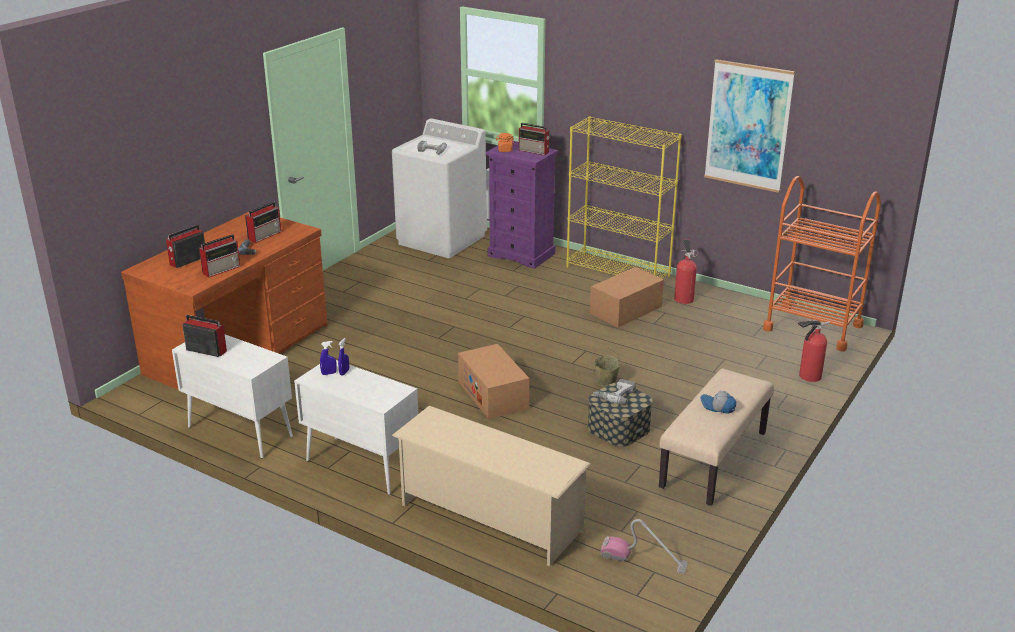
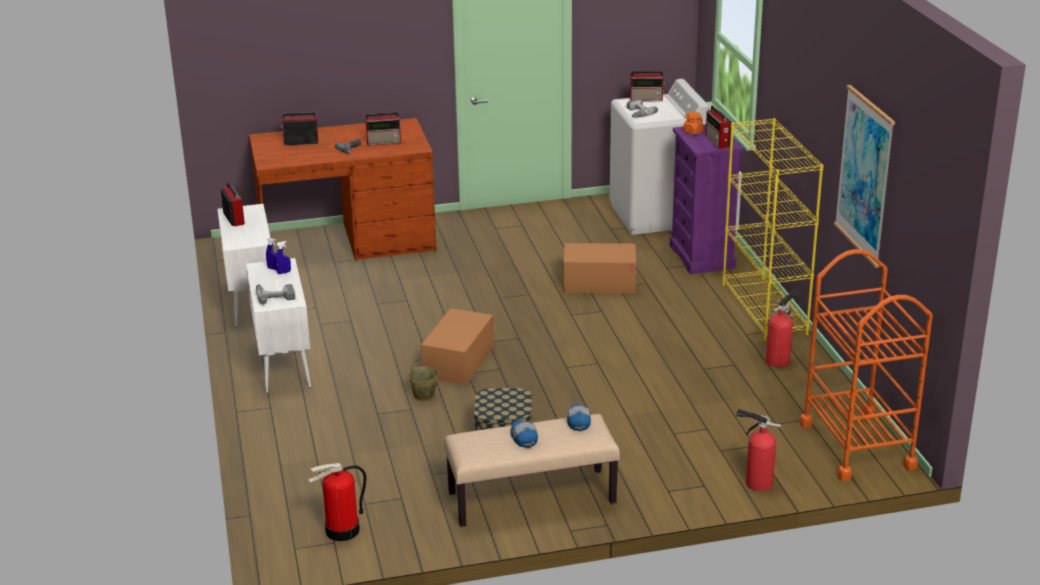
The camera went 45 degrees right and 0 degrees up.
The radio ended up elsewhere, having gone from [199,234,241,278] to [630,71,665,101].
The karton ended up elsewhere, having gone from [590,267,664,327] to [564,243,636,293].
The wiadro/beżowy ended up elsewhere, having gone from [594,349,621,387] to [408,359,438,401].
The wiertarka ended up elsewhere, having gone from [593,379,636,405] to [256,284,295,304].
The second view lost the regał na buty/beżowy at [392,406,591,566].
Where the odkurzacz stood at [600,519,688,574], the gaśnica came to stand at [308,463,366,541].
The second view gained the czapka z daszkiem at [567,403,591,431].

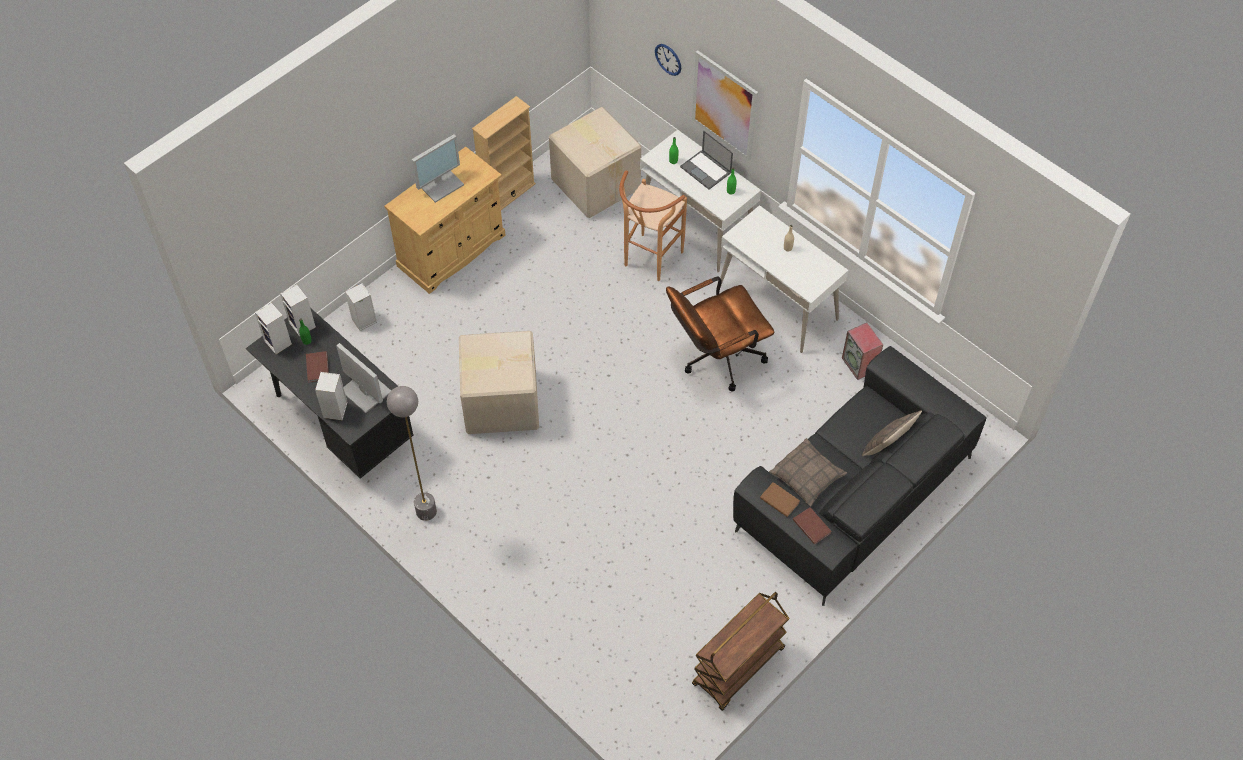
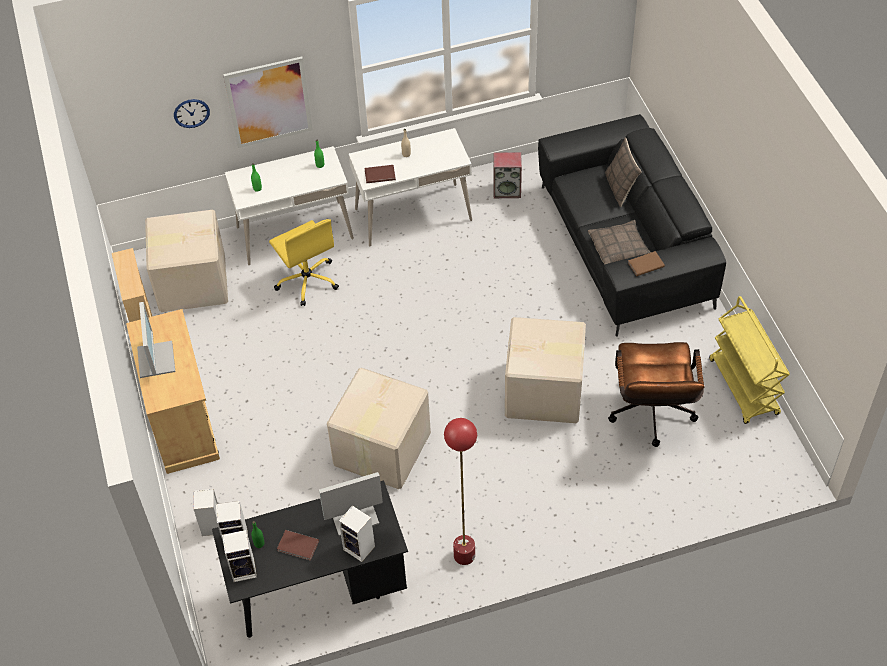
The camera went 60 degrees left and 5 degrees down.
The second view lost the laptop at [680,131,733,189].
Where the stołek/brązowy stood at [619,170,687,281], the krzesło biurowe/żółty came to stand at [269,219,339,306].
The krzesło biurowe/brązowy ended up elsewhere, having gone from [666,276,774,391] to [608,342,704,447].
What was the lampa stojąca/szary at [387,386,437,521] turned into the lampa stojąca/czerwony at [444,418,477,565].
The książka/brązowy ended up elsewhere, having gone from [793,507,832,544] to [364,165,396,183].
What was the wózek/brązowy at [692,592,790,711] turned into the wózek/żółty at [709,296,790,424].
The second view gained the karton at [505,317,586,423].

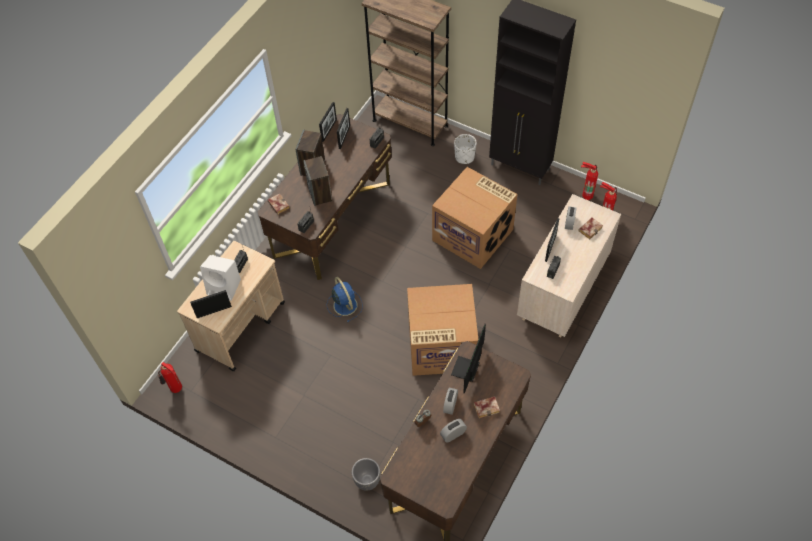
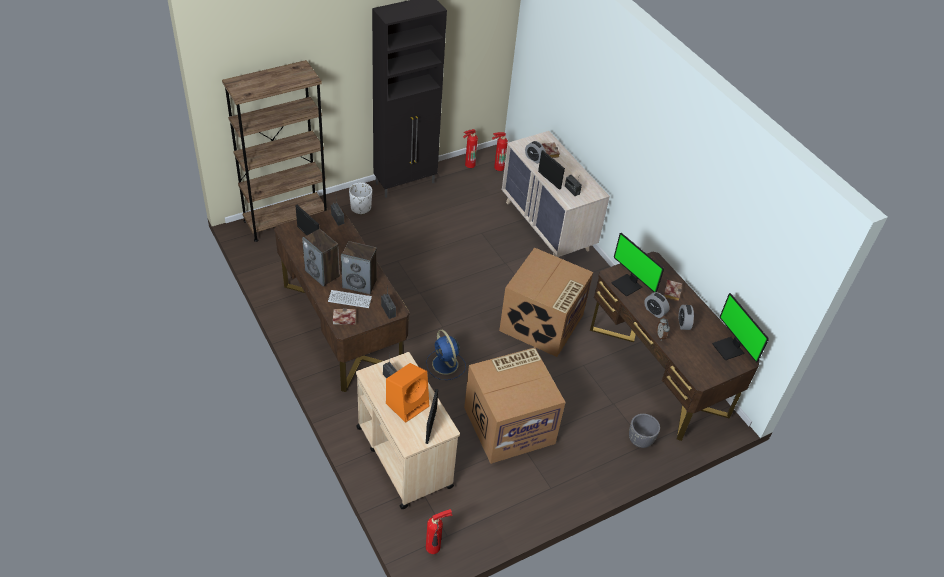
The camera went 65 degrees left and 10 degrees down.
The second view lost the ramka na zdjęcie at [319,102,337,142].
The karton ended up elsewhere, having gone from [432,167,517,269] to [464,347,566,464].
What was the głośnik/biały at [200,255,241,301] turned into the głośnik/pomarańczowy at [386,363,429,423].
The wentylator/niebieski at [327,277,363,322] ended up facing another way, 120 degrees counterclockwise from before.
The second view gained the klawiatura at [328,290,372,308].
The second view gained the monitor at [712,293,769,362].

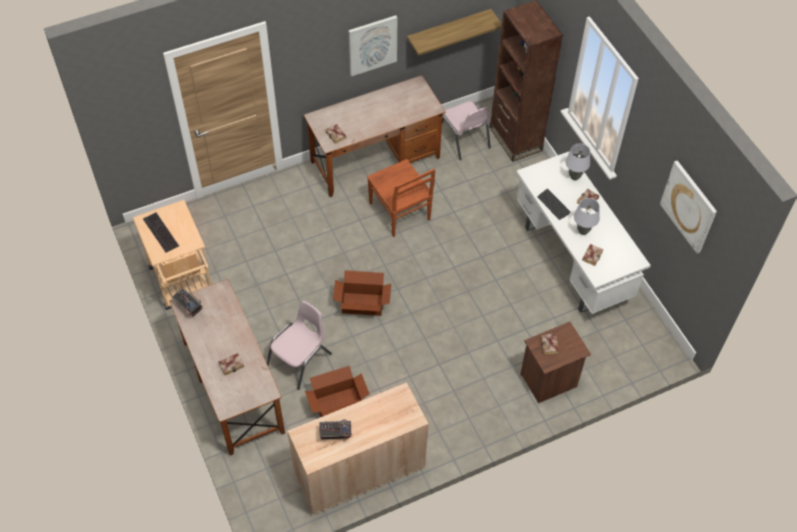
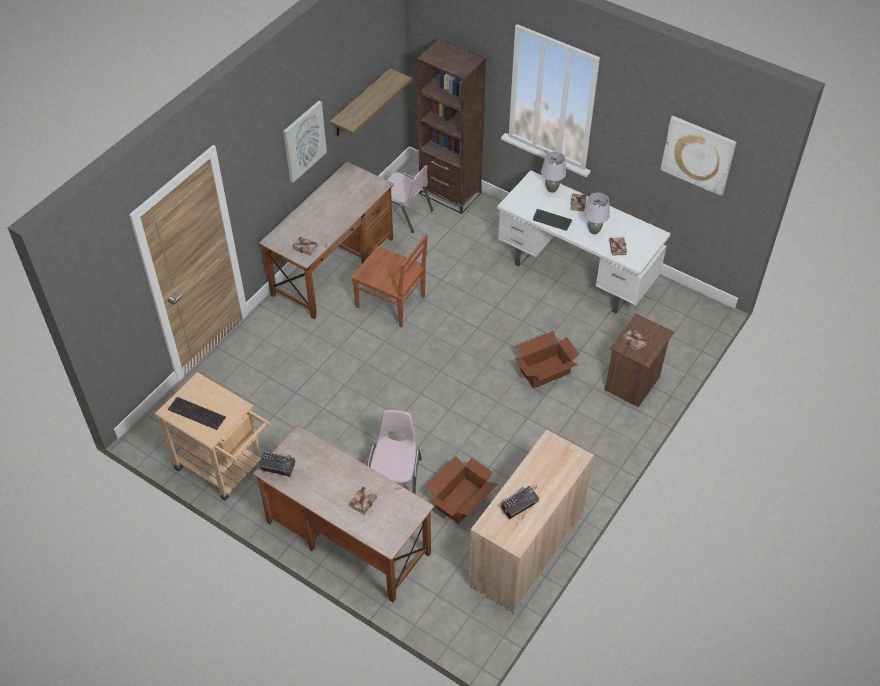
The camera went 30 degrees left and 5 degrees down.
The karton ended up elsewhere, having gone from [333,270,391,316] to [515,331,579,388].

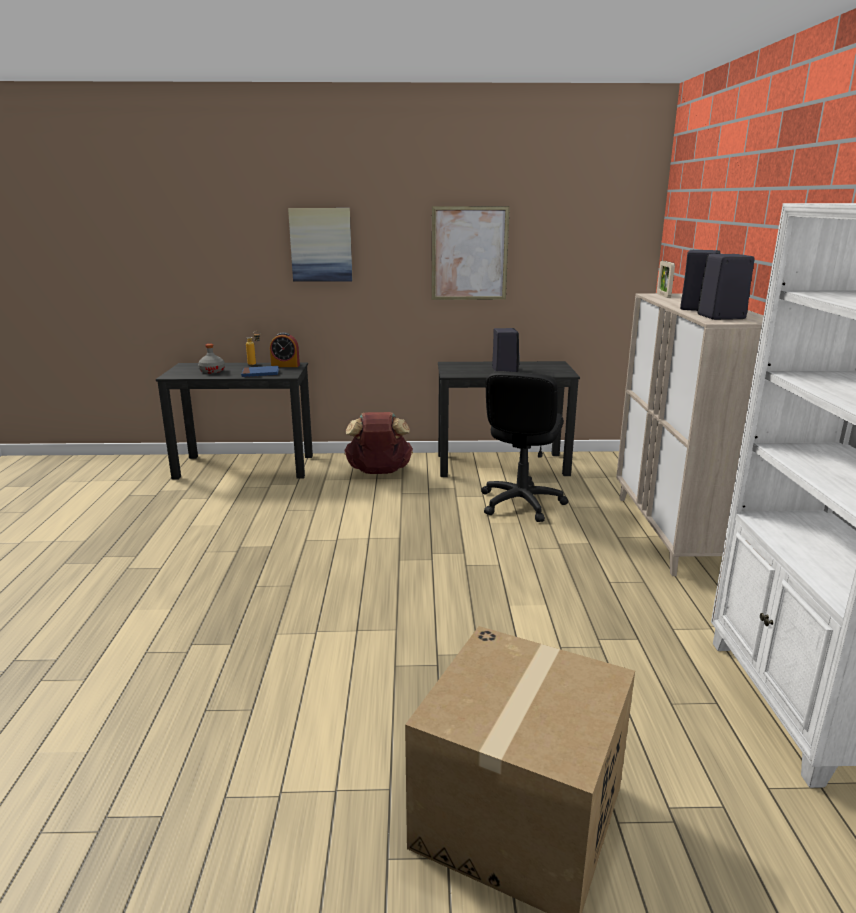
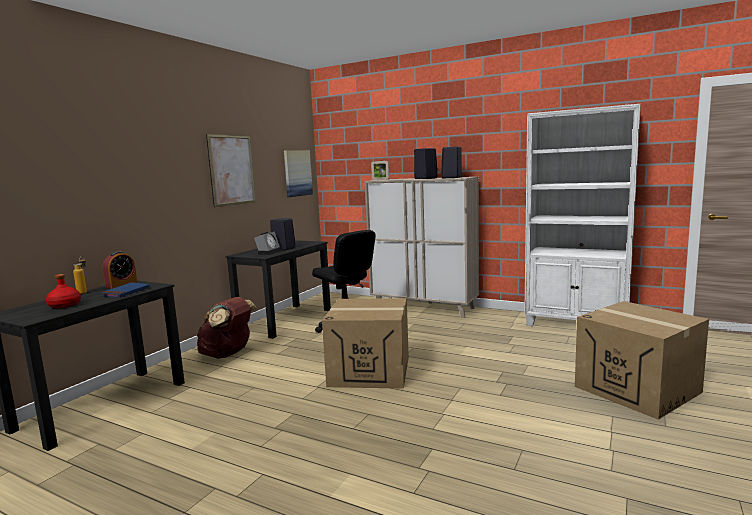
The camera went 60 degrees left and 10 degrees down.
The obraz ended up elsewhere, having gone from [288,208,353,282] to [284,150,313,197].
What was the butelka/szary at [198,344,225,374] turned into the butelka/czerwony at [46,274,81,309].
The second view gained the budzik at [254,231,281,255].
The second view gained the karton at [322,298,409,389].

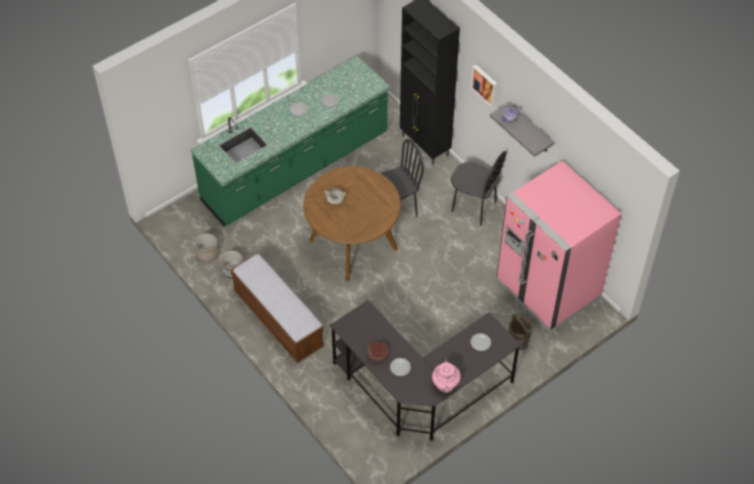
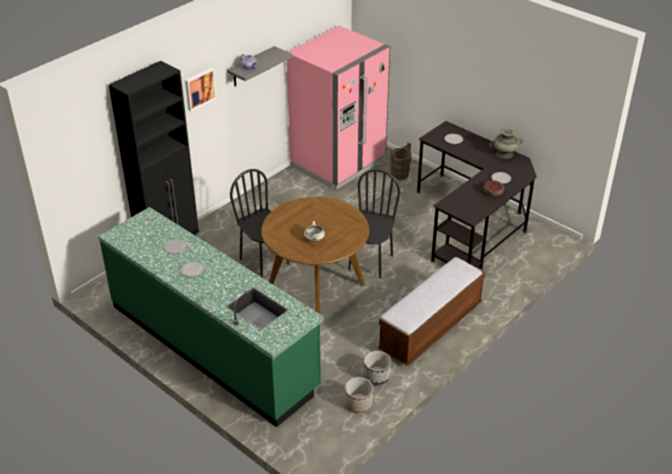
The camera went 100 degrees left and 15 degrees down.
The krzesło/czarny ended up elsewhere, having gone from [451,151,506,225] to [348,169,400,278].
What was the wazon/różowy at [432,359,461,393] turned into the wazon/turkusowy at [490,128,523,159].

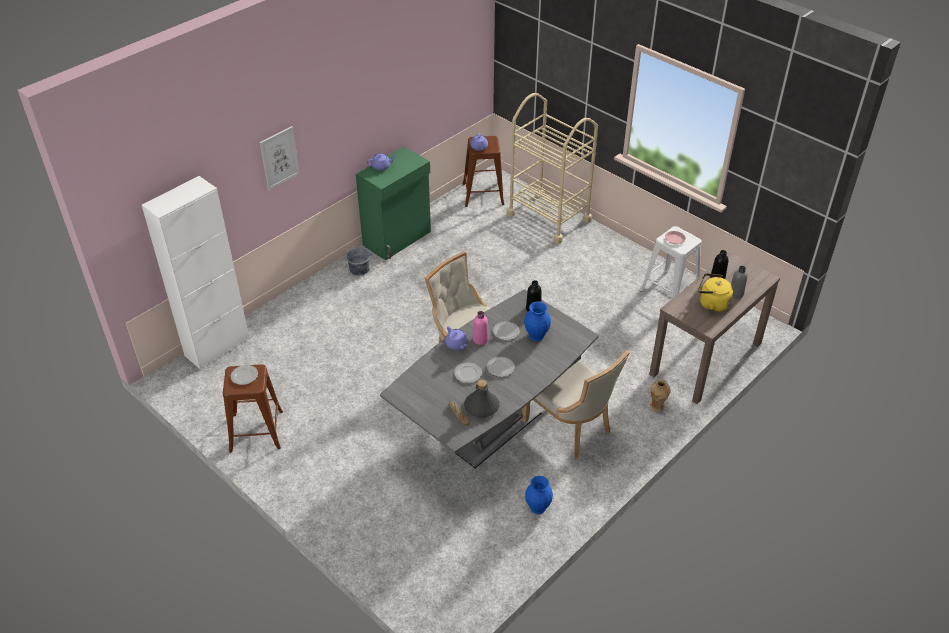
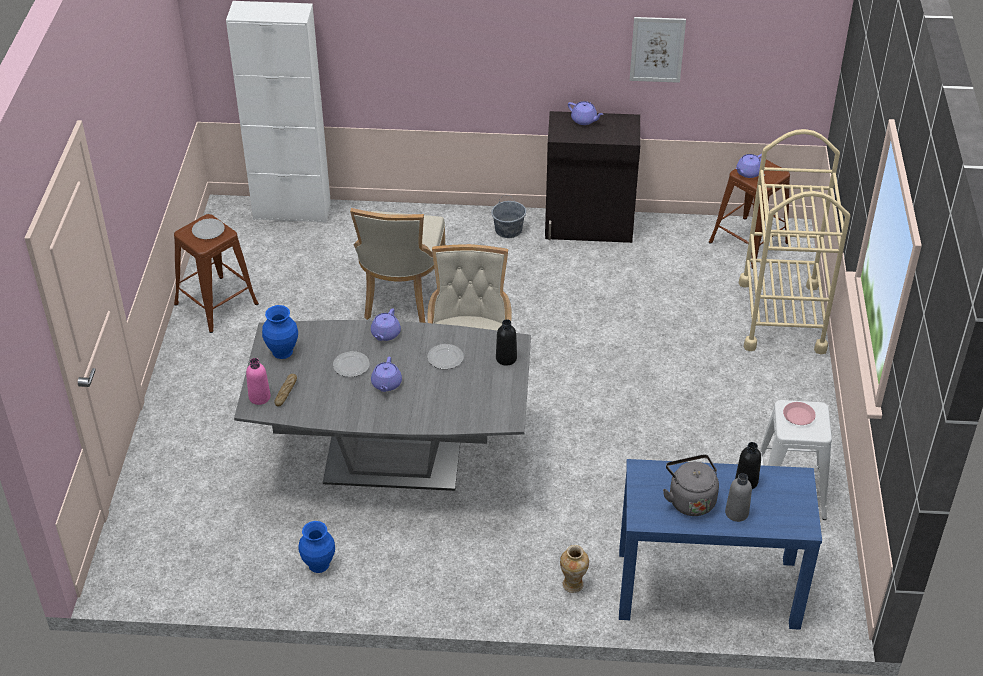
The camera went 50 degrees right and 0 degrees up.
The obraz ended up elsewhere, having gone from [260,126,300,190] to [630,17,686,83].
What was the szafka/zielony at [356,147,431,260] turned into the szafka/czarny at [545,111,640,243].
What was the stolik konsolowy/brązowy at [649,252,780,404] turned into the stolik konsolowy/niebieski at [619,459,822,630].
What was the czajnik/żółty at [698,273,733,312] turned into the czajnik/szary at [663,455,719,516].
The wazon/niebieski ended up elsewhere, having gone from [524,301,551,341] to [262,305,298,359].
The butelka/różowy ended up elsewhere, having gone from [473,311,489,345] to [246,358,271,405].
The krzesło/beżowy ended up elsewhere, having gone from [522,350,630,459] to [350,208,445,323].
Where the talerz stood at [487,357,515,377], the imbryk/fioletowy came to stand at [371,357,402,392].
The second view lost the butelka/szary at [464,380,500,418].

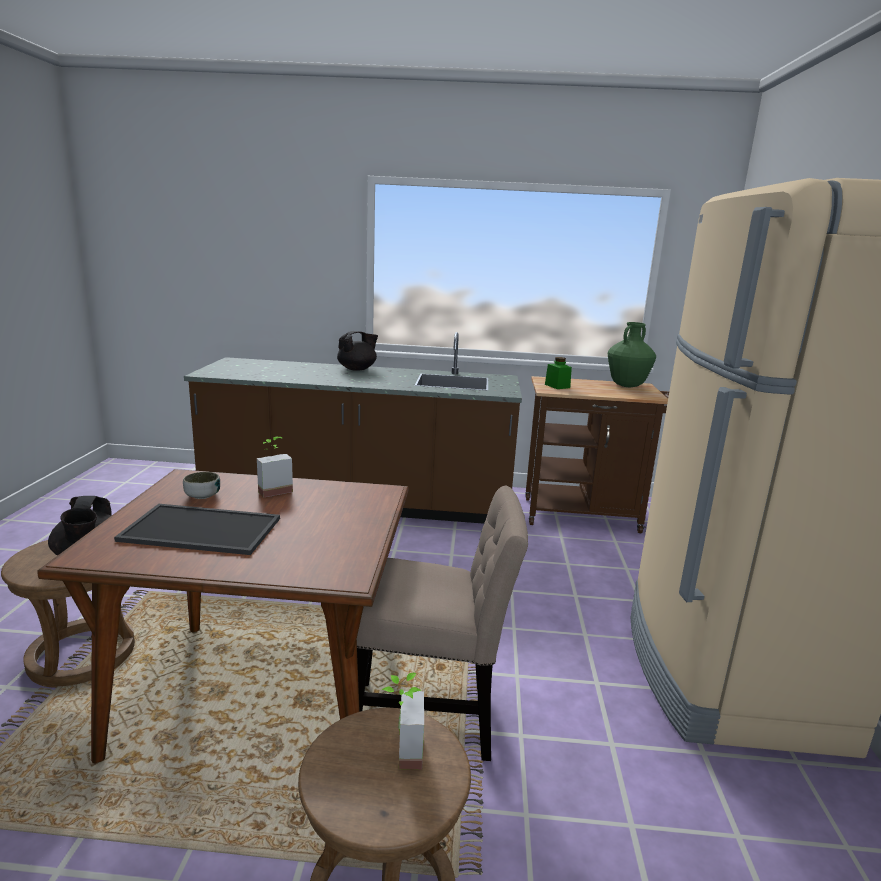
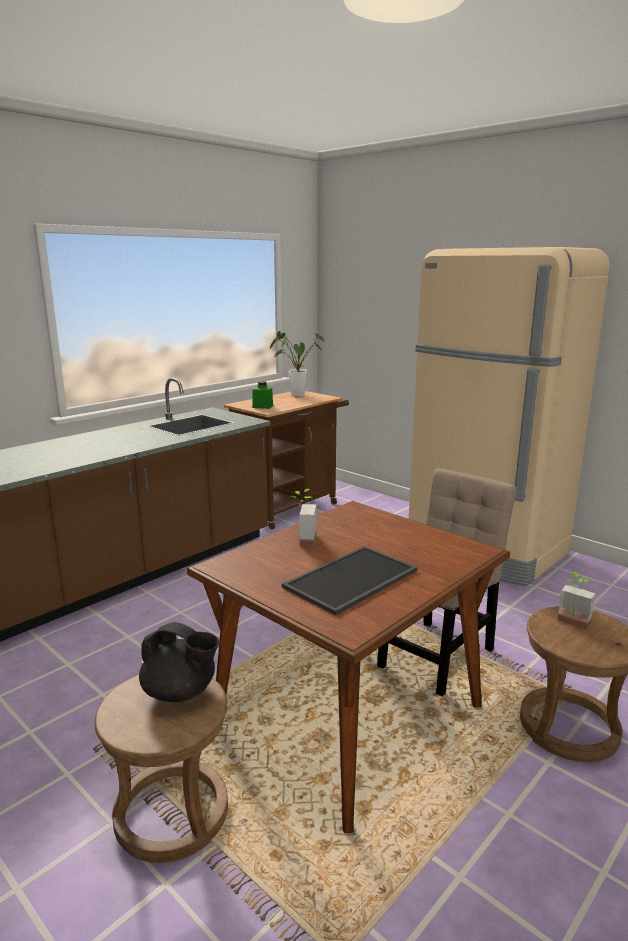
The camera went 50 degrees left and 0 degrees up.
Where the wazon/zielony stood at [608,322,656,387], the roślina doniczkowa came to stand at [270,331,325,396].
The second view lost the imbryk/czarny at [337,331,378,371].
The second view lost the miska at [183,472,220,499].

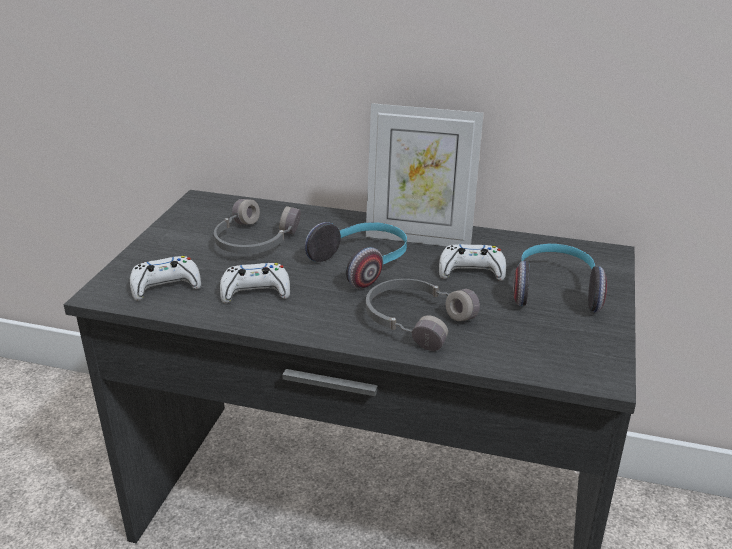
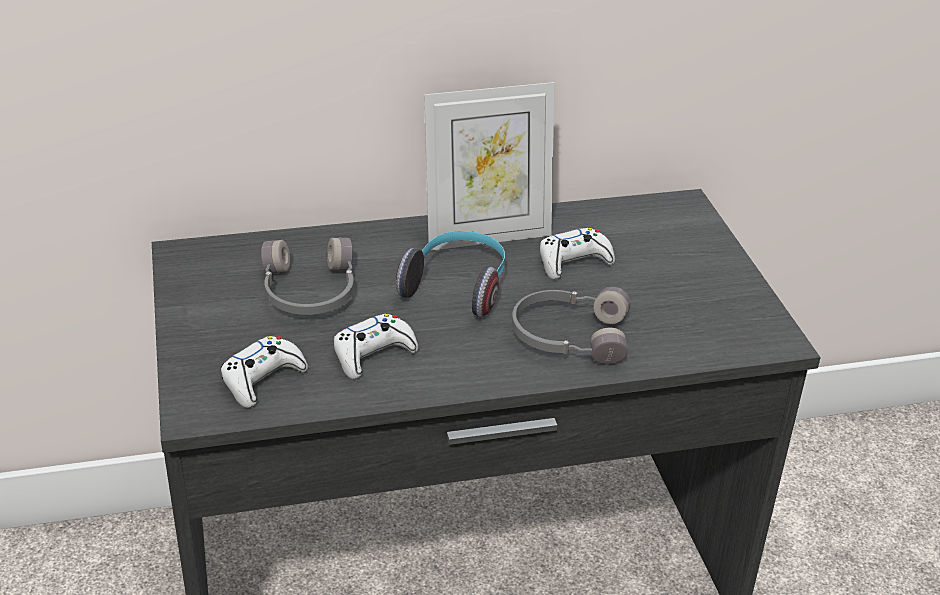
The camera went 30 degrees left and 5 degrees up.
The second view lost the słuchawki at [513,244,607,313].

